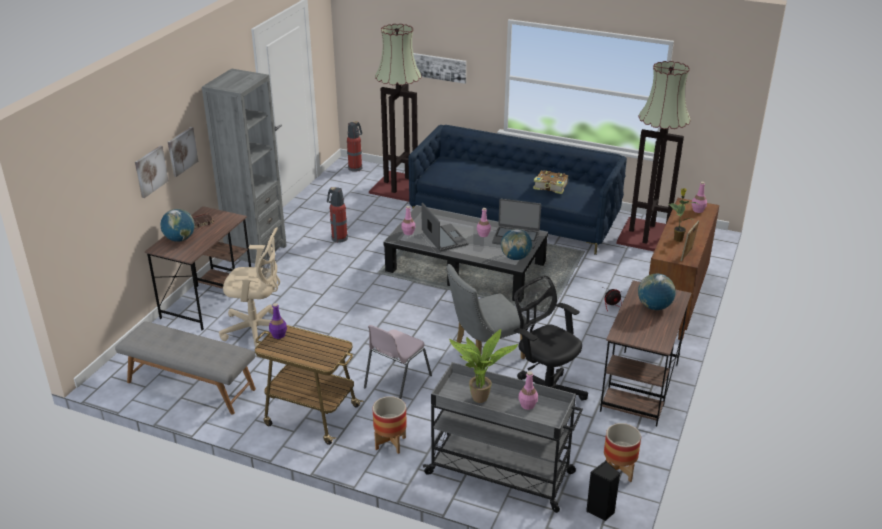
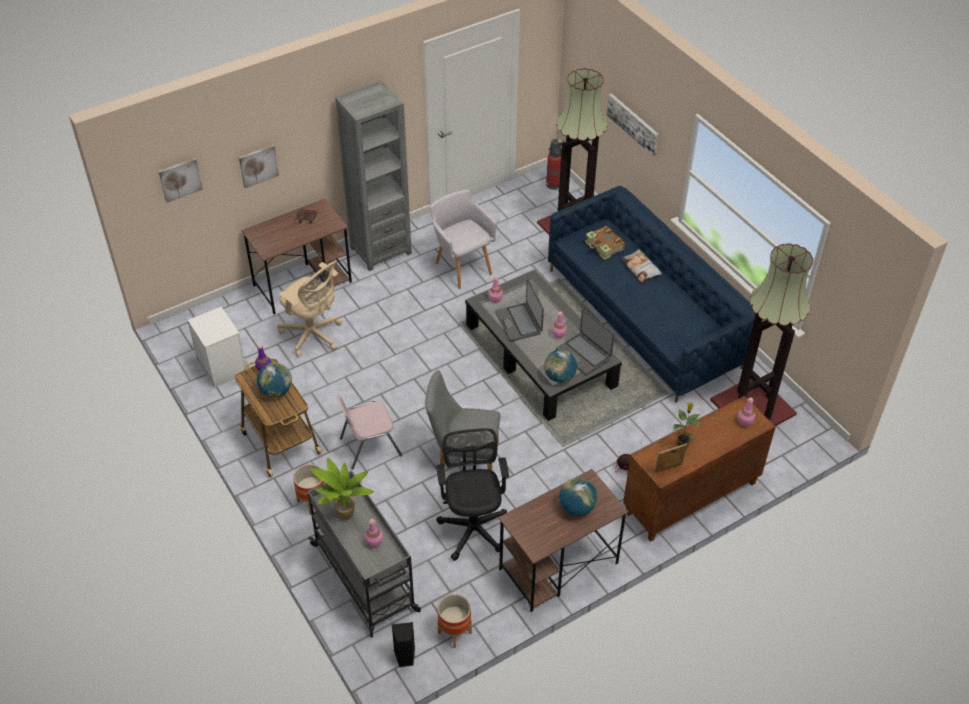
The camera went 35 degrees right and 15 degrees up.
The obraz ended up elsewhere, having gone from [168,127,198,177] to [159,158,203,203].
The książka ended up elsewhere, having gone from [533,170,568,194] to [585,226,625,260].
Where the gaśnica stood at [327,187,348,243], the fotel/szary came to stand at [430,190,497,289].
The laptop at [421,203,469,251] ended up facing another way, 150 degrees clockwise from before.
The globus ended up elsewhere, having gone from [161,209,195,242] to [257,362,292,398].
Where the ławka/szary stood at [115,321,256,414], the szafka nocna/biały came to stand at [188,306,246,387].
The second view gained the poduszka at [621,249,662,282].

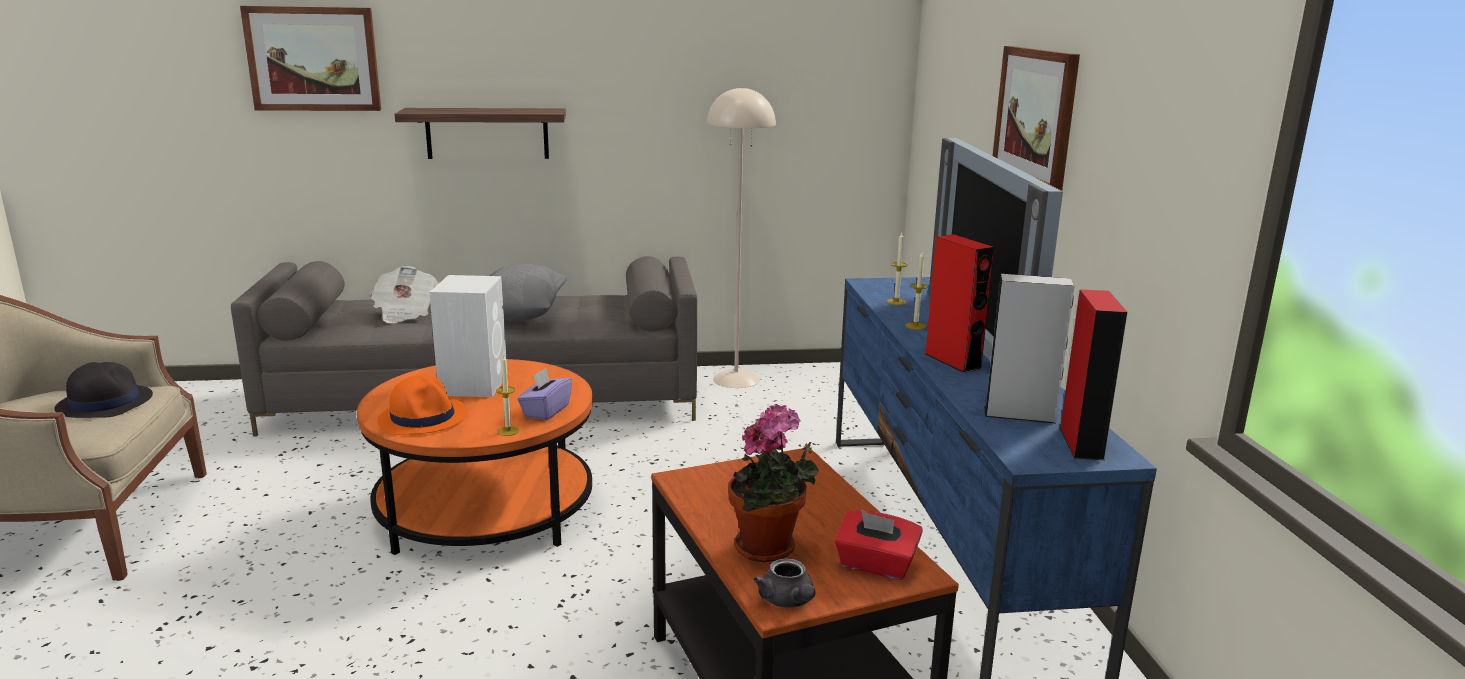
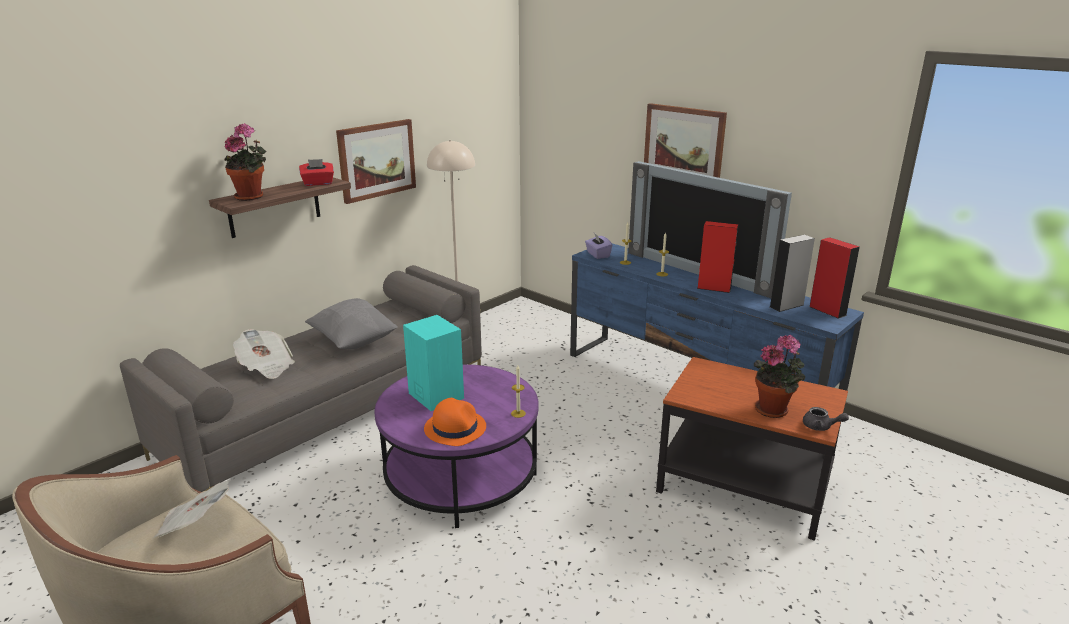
The camera went 40 degrees left and 5 degrees up.
The obraz ended up elsewhere, having gone from [240,6,381,111] to [336,119,416,204].
What was the głośnik/biały at [429,275,507,397] turned into the głośnik/turkusowy at [403,315,464,411].
What was the ława/pomarańczowy at [357,359,593,555] turned into the ława/fioletowy at [375,364,538,528].
Where the kapelusz/czarny stood at [55,362,153,418], the gazeta came to stand at [153,479,231,538].
The pudełko chusteczek/fioletowy ended up elsewhere, having gone from [517,368,572,420] to [585,233,612,259].
The pudełko chusteczek/czerwony ended up elsewhere, having gone from [835,510,923,580] to [299,159,334,186].
The second view gained the roślina doniczkowa at [224,123,266,201].

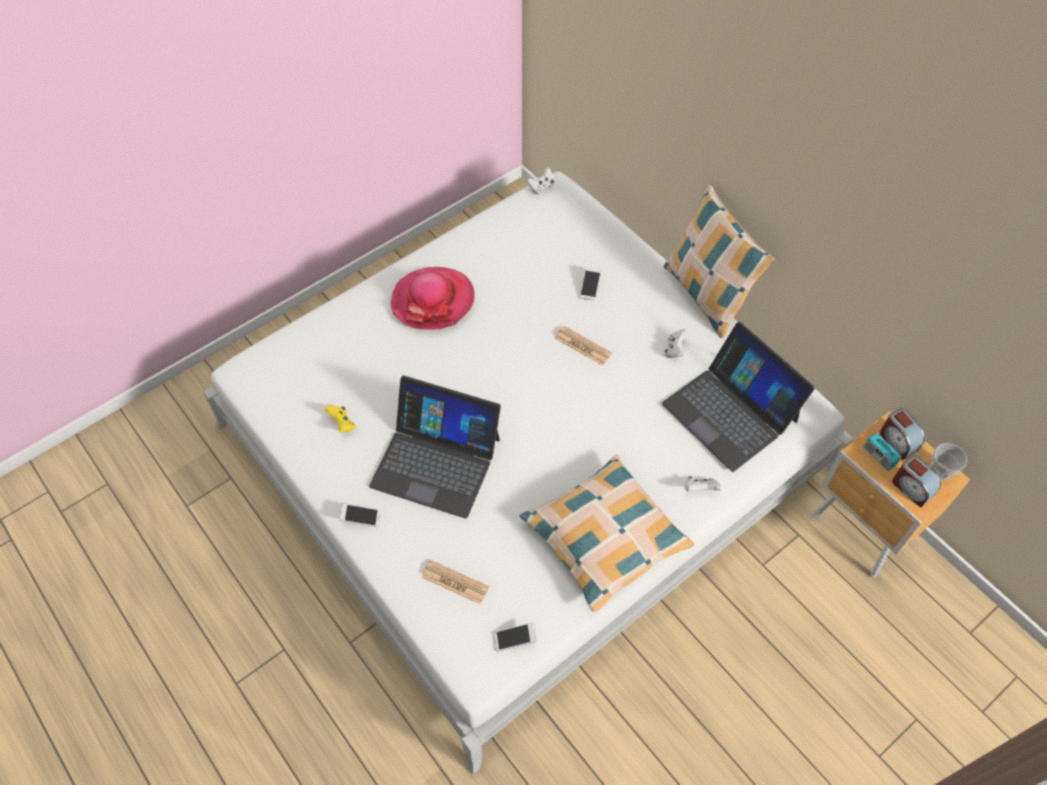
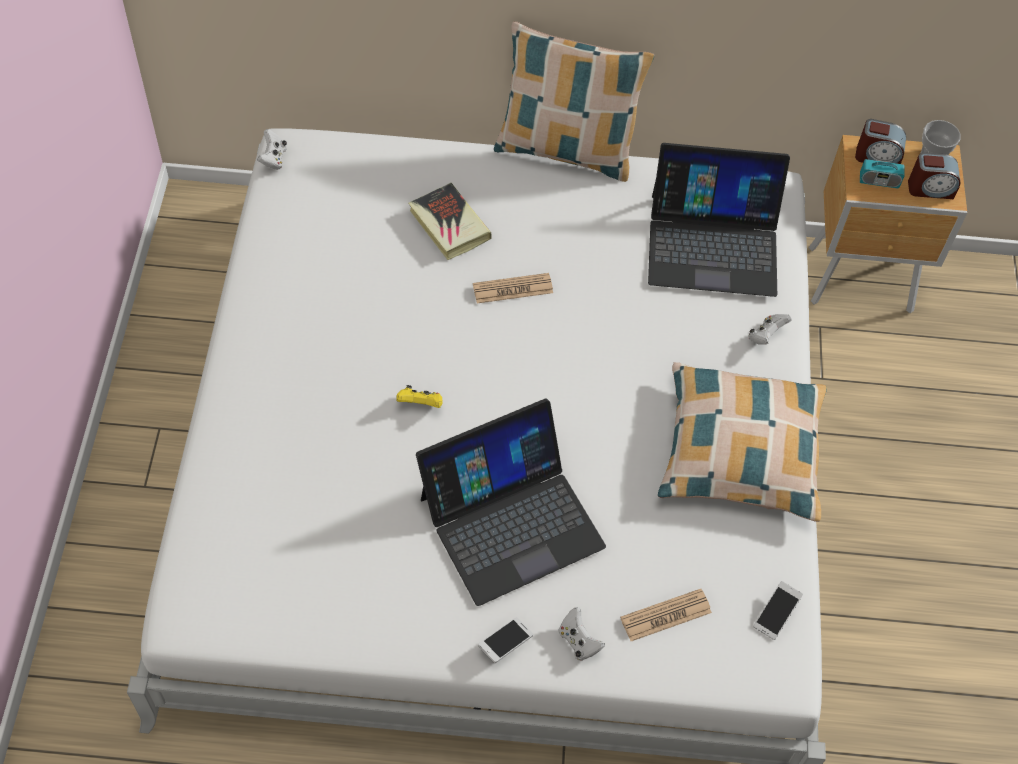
The camera went 50 degrees left and 0 degrees up.
The second view lost the kapelusz at [391,267,475,330].
Where the telefon stood at [580,267,601,301], the książka came to stand at [408,183,492,260].
The pad do gier/biały ended up elsewhere, having gone from [665,329,688,358] to [559,607,605,661].
The pad do gier/żółty ended up elsewhere, having gone from [325,406,356,432] to [396,385,442,408].

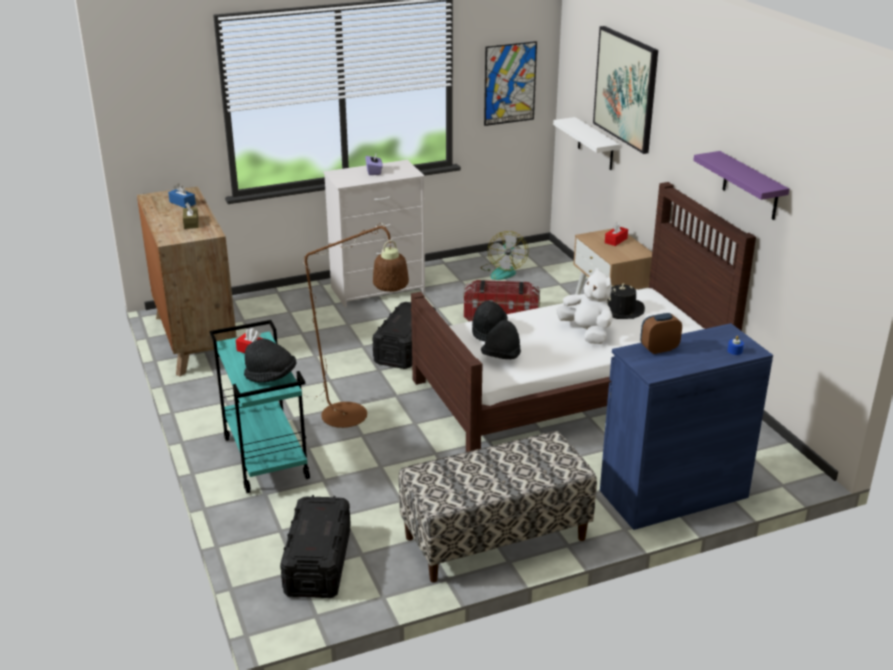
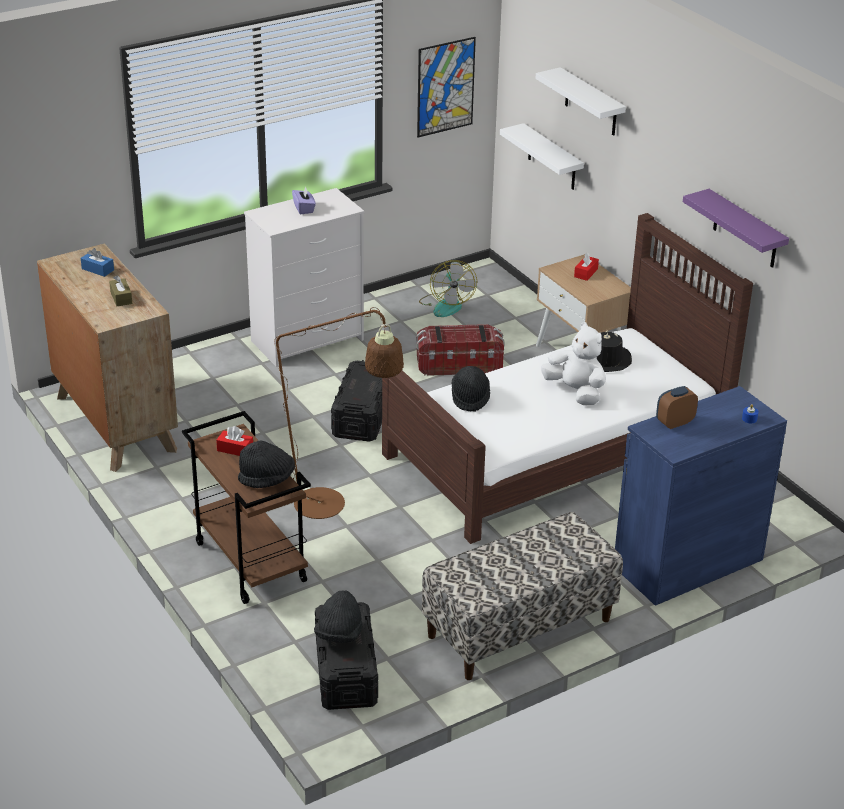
The camera went 10 degrees left and 5 degrees up.
Where the obraz hung at [593,26,658,154], the półka/biały came to hang at [535,67,626,136].
What was the wózek/turkusowy at [209,320,310,493] turned into the wózek/brązowy at [182,411,311,604].
The kapelusz/czarny ended up elsewhere, having gone from [481,320,521,359] to [314,590,362,643].

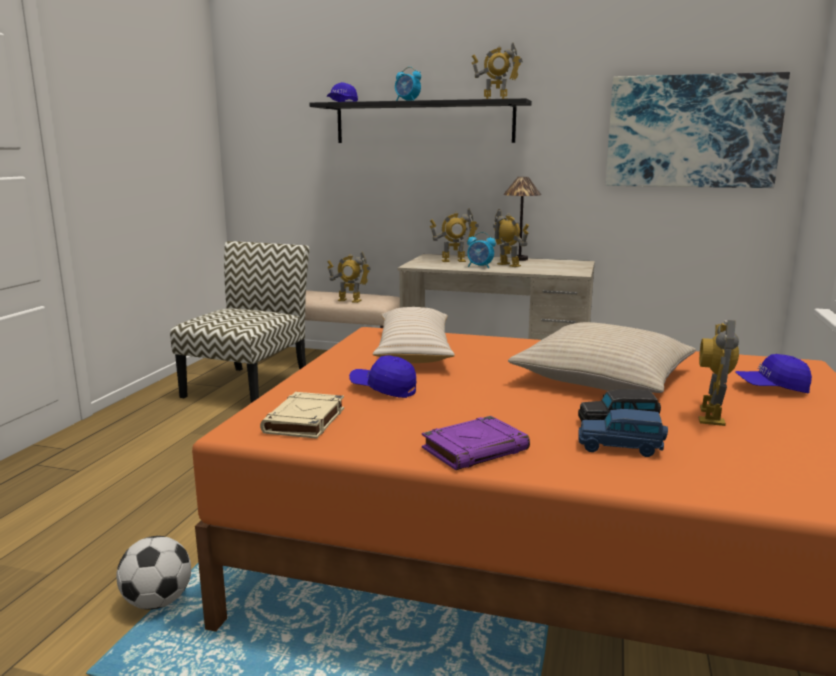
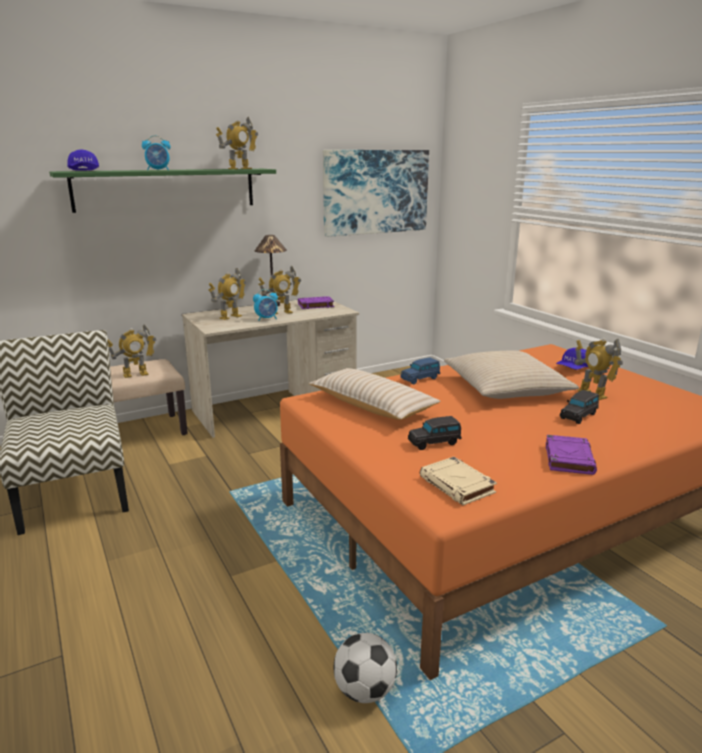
The camera went 45 degrees left and 5 degrees up.
What was the półka/czarny at [309,98,532,143] turned into the półka/zielony at [49,169,276,213].
The robot zabawkowy at [493,209,529,267] ended up facing another way, 150 degrees clockwise from before.
Where the czapka z daszkiem/niebieski stood at [349,355,416,398], the samochodzik/czarny came to stand at [408,416,461,450].
The samochodzik/niebieski ended up elsewhere, having gone from [578,409,668,457] to [400,358,440,384].
The second view gained the książka/fioletowy at [298,296,334,309].

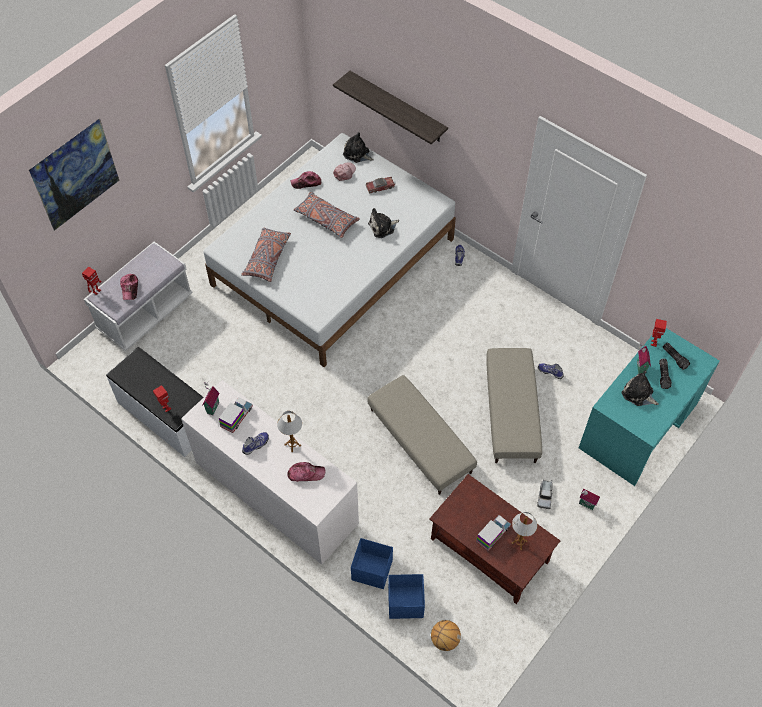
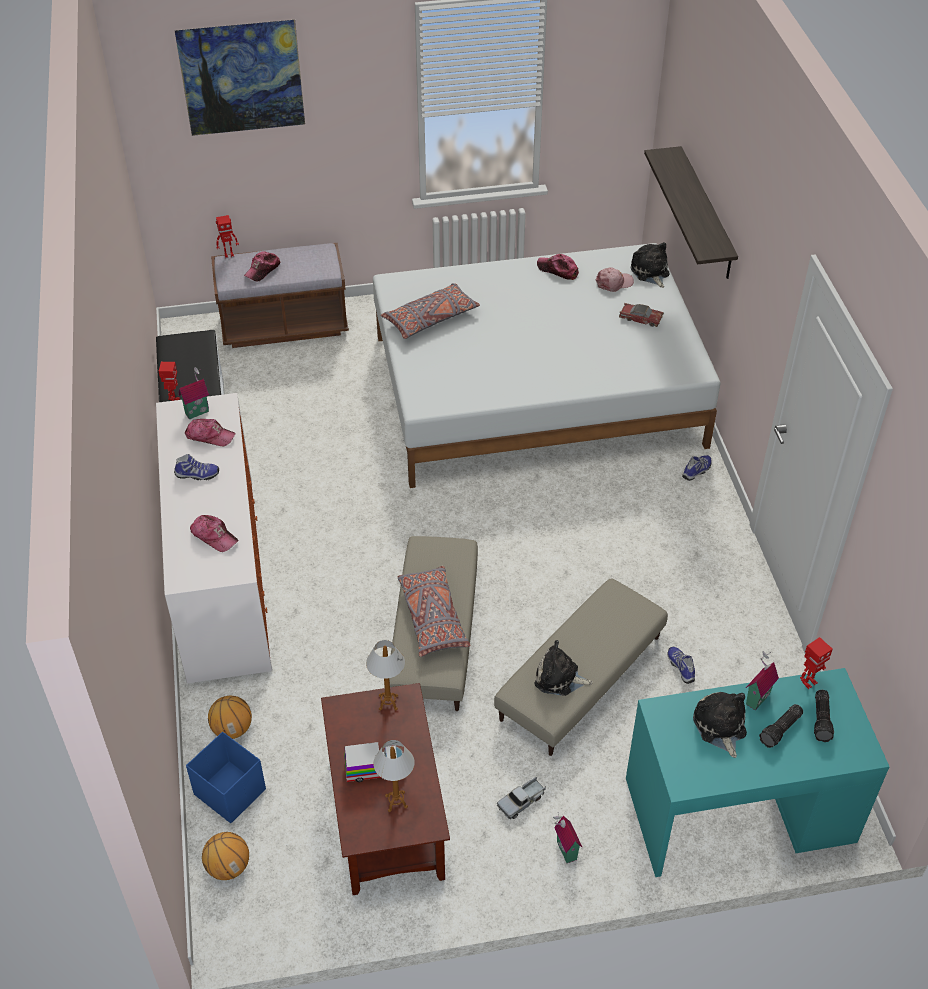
The camera went 40 degrees right and 10 degrees down.
The poduszka/szary ended up elsewhere, having gone from [294,192,360,238] to [398,566,470,657].
The pluszak ended up elsewhere, having gone from [368,208,399,238] to [534,640,593,696].
What was the ławka/biały at [84,242,193,351] turned into the ławka/brązowy at [211,243,349,348].
Where the ciężarówka zabawkowa stood at [219,397,253,433], the czapka z daszkiem came to stand at [185,419,235,446].
The lampa stołowa ended up elsewhere, having gone from [277,411,302,452] to [366,640,405,711].
Where the pojemnik do przechowywania/niebieski stood at [351,538,393,589], the piłka do koszykówki came to stand at [208,696,252,739].

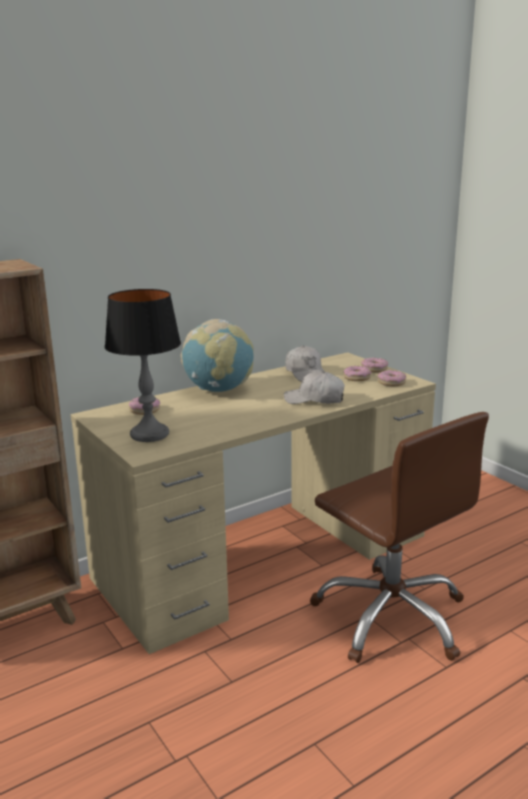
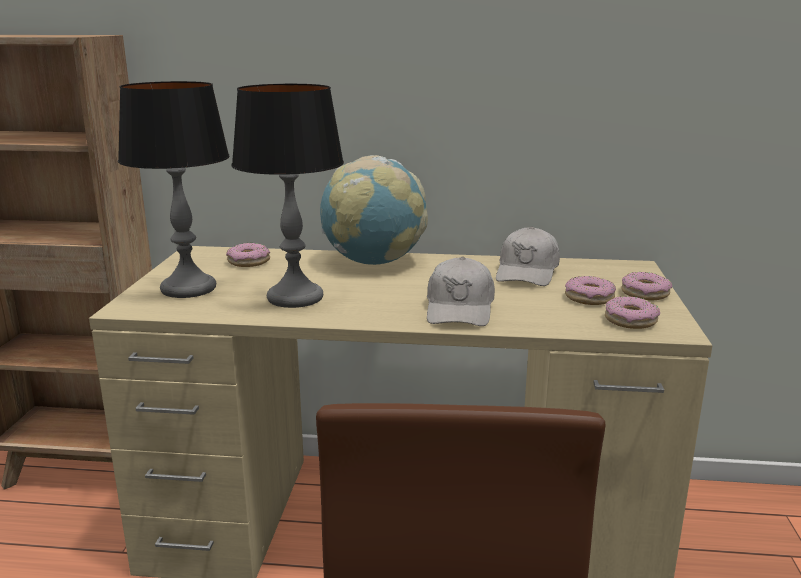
The camera went 40 degrees right and 0 degrees up.
The czapka z daszkiem/biały at [284,371,345,404] ended up facing another way, 135 degrees counterclockwise from before.
The second view gained the lampa stołowa at [232,84,344,308].

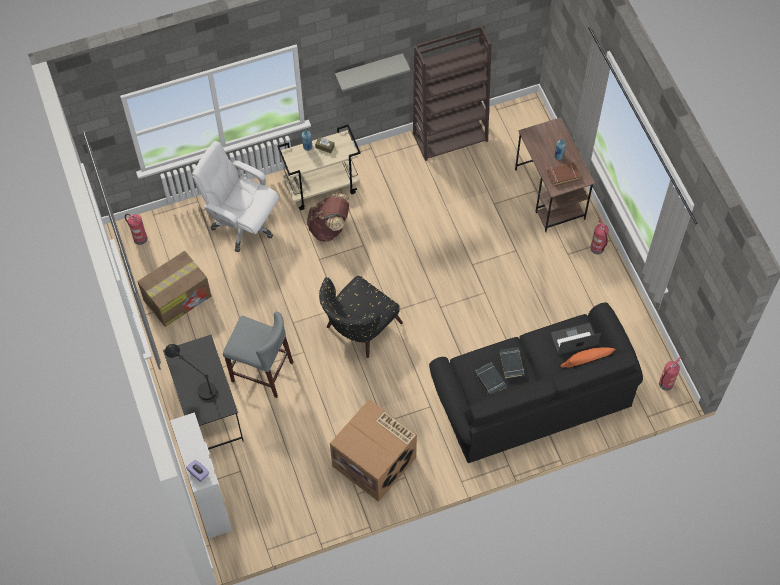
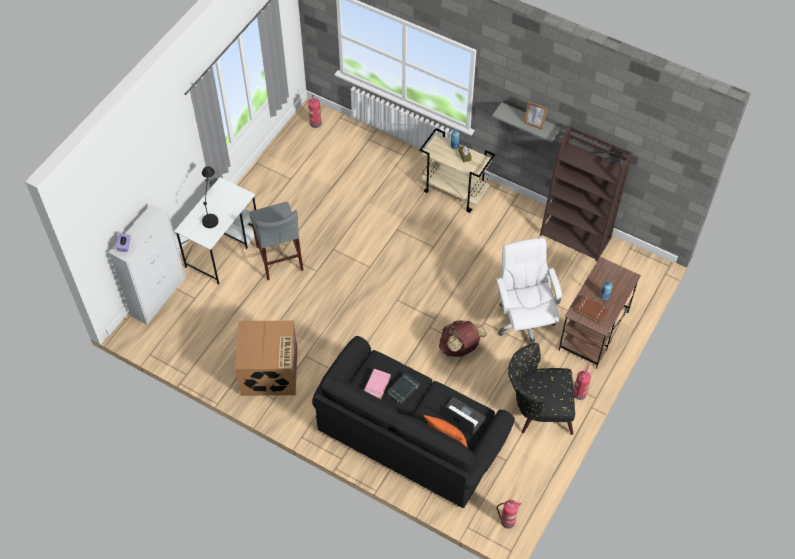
The camera went 50 degrees right and 5 degrees down.
The krzesło biurowe/biały ended up elsewhere, having gone from [192,141,279,252] to [496,238,562,344].
The plecak/brązowy ended up elsewhere, having gone from [307,193,350,242] to [439,320,487,357].
The second view lost the karton at [137,251,211,327].
The fotel/czarny ended up elsewhere, having gone from [319,276,403,358] to [508,343,575,435].
What was the biurko/czarny at [163,335,244,450] turned into the biurko/biały at [174,177,256,284].
What was the książka/czarny at [475,362,507,395] turned into the książka/różowy at [364,369,391,400].
The second view gained the ramka na zdjęcie at [524,102,547,130].

